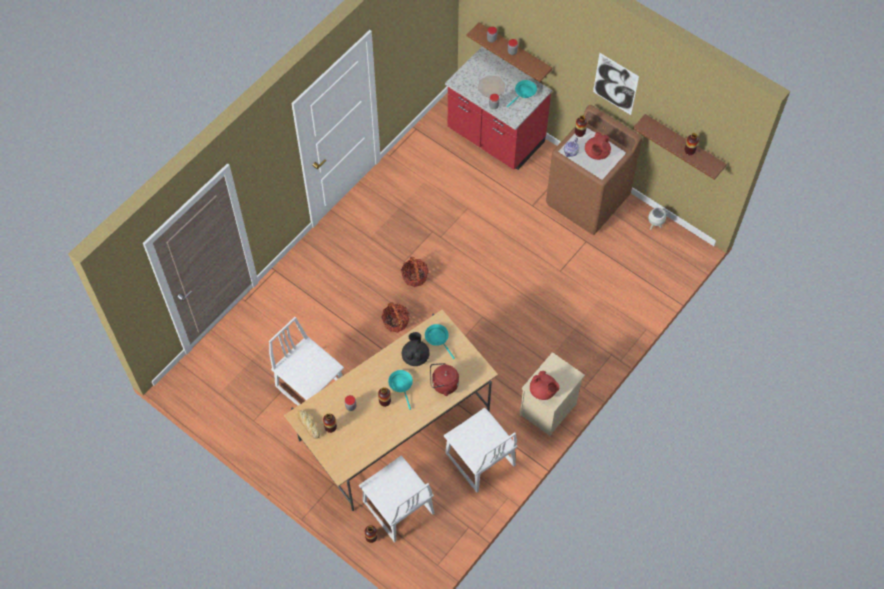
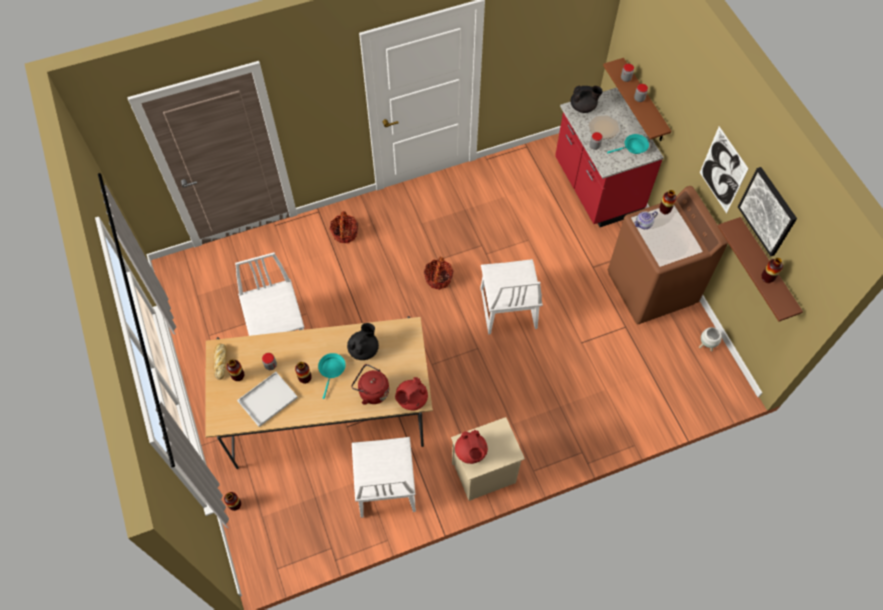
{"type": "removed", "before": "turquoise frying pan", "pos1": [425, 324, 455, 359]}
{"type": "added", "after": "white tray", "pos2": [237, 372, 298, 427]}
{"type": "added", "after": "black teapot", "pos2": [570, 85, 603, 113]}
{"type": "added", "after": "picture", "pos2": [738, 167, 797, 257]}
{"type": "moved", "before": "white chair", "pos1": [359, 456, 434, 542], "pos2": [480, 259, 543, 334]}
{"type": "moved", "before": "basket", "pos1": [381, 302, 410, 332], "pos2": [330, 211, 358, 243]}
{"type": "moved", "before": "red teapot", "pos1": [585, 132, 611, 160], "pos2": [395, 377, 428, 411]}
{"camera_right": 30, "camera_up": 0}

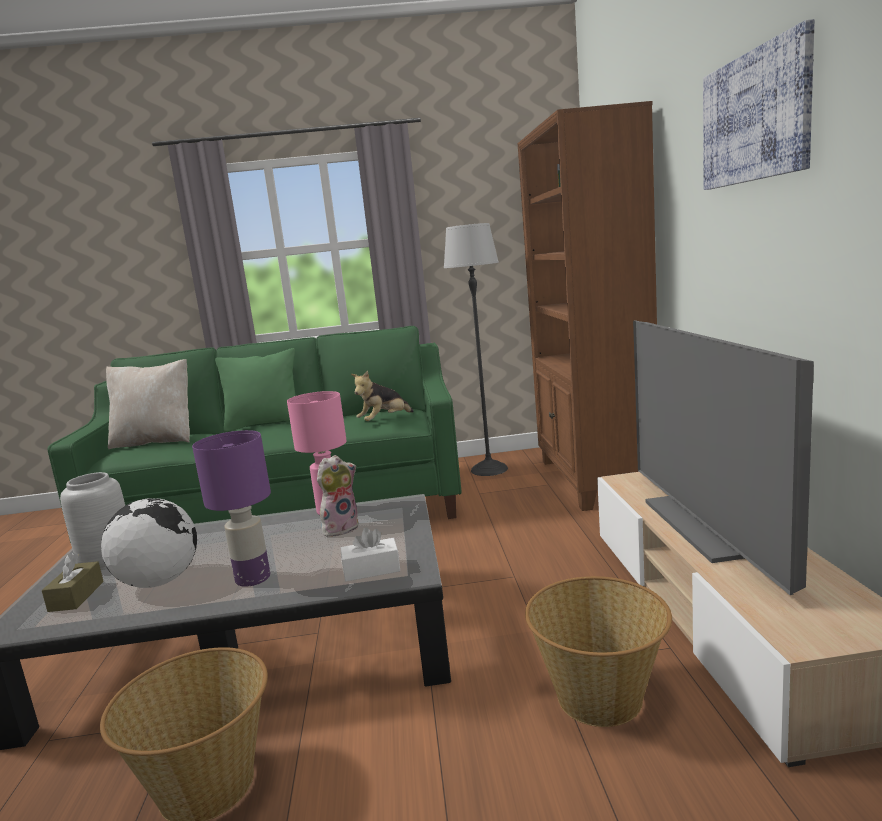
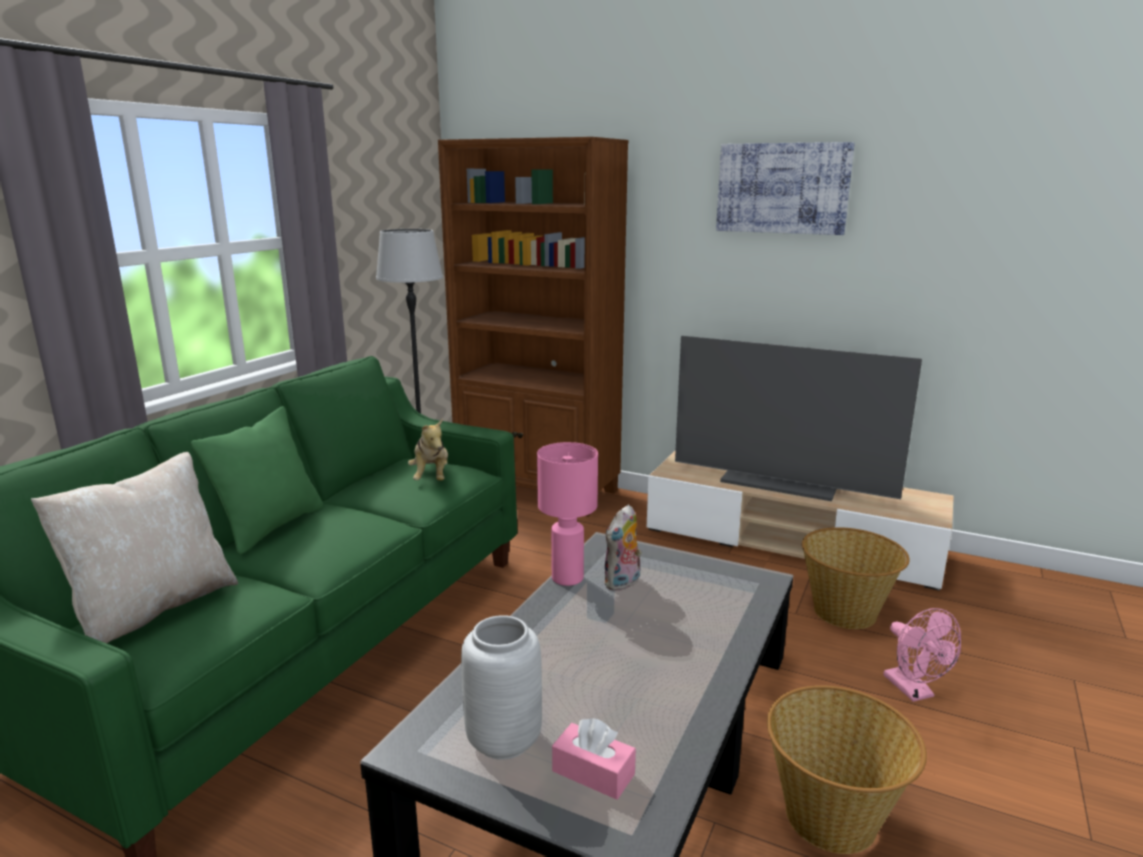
{"type": "removed", "before": "globe", "pos1": [101, 498, 197, 588]}
{"type": "removed", "before": "purple table lamp", "pos1": [192, 430, 271, 587]}
{"type": "removed", "before": "white tissue box", "pos1": [341, 527, 400, 582]}
{"type": "added", "after": "pink fan", "pos2": [884, 608, 961, 702]}
{"type": "recoloured", "before": "brown tissue box", "after": "pink tissue box", "pos1": [42, 553, 104, 612], "pos2": [552, 718, 636, 800]}
{"type": "turned", "before": "plush toy", "pos1": [317, 455, 359, 537], "pos2": [604, 505, 642, 591], "turn": -135}
{"camera_right": -60, "camera_up": 5}

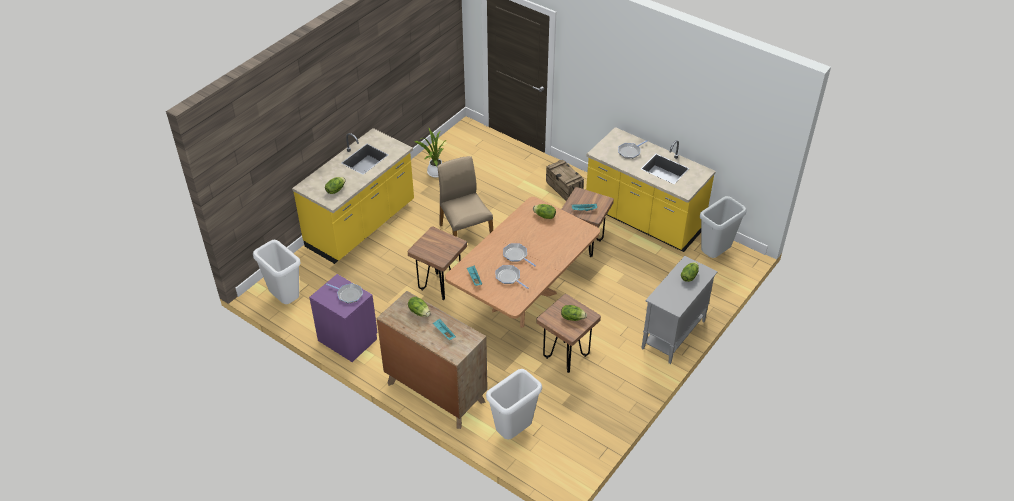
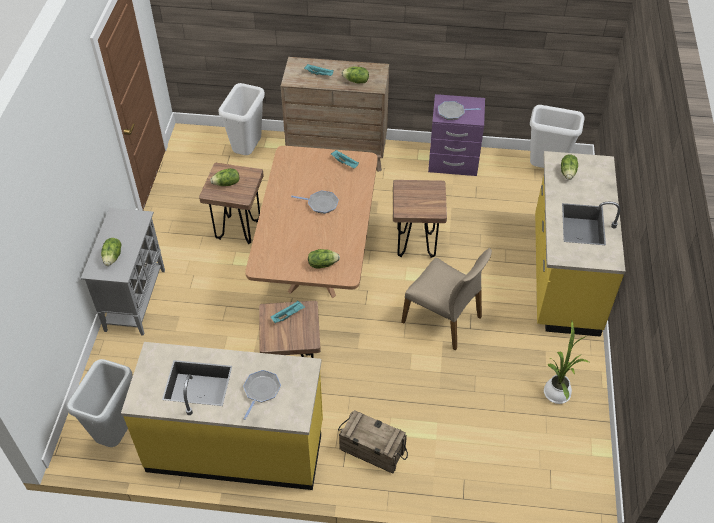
{"type": "removed", "before": "frying pan", "pos1": [496, 265, 529, 289]}
{"camera_right": 150, "camera_up": 5}

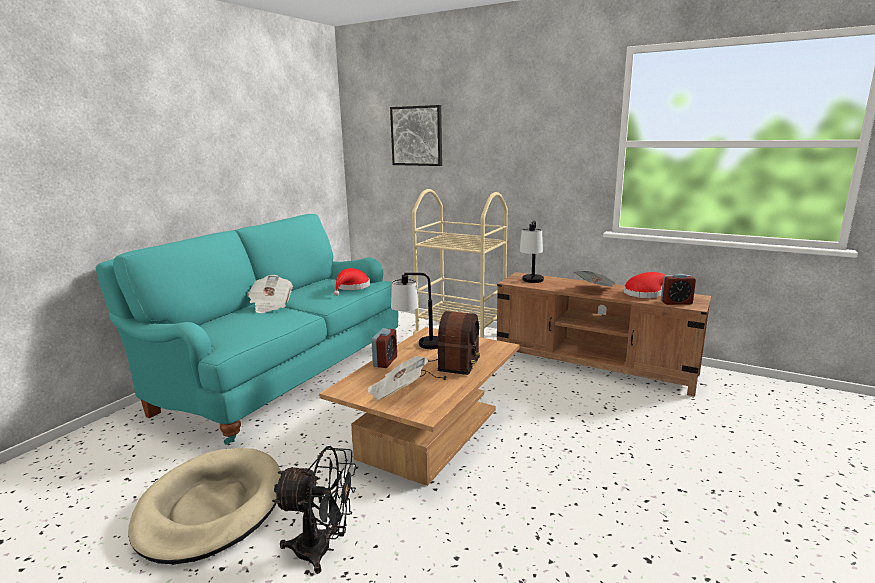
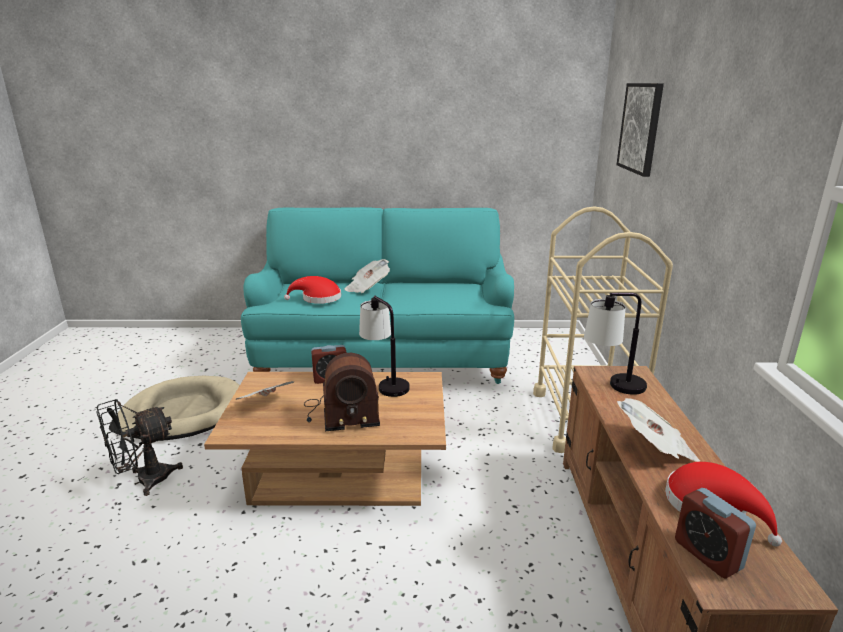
{"type": "moved", "before": "red hat", "pos1": [334, 268, 370, 296], "pos2": [284, 276, 341, 304]}
{"type": "turned", "before": "black fan", "pos1": [272, 446, 356, 574], "pos2": [97, 399, 183, 496], "turn": 75}
{"camera_right": 60, "camera_up": 5}

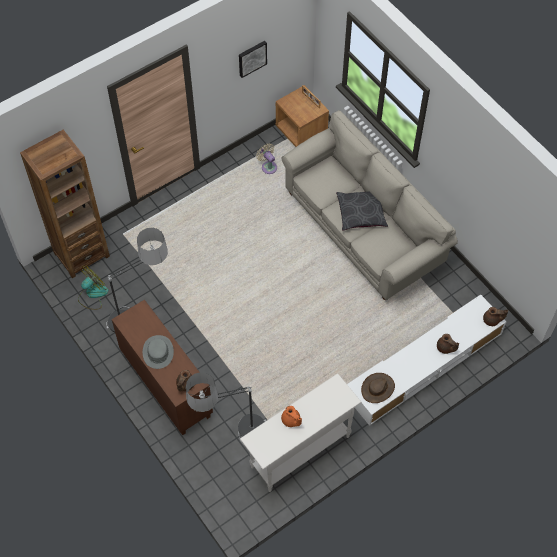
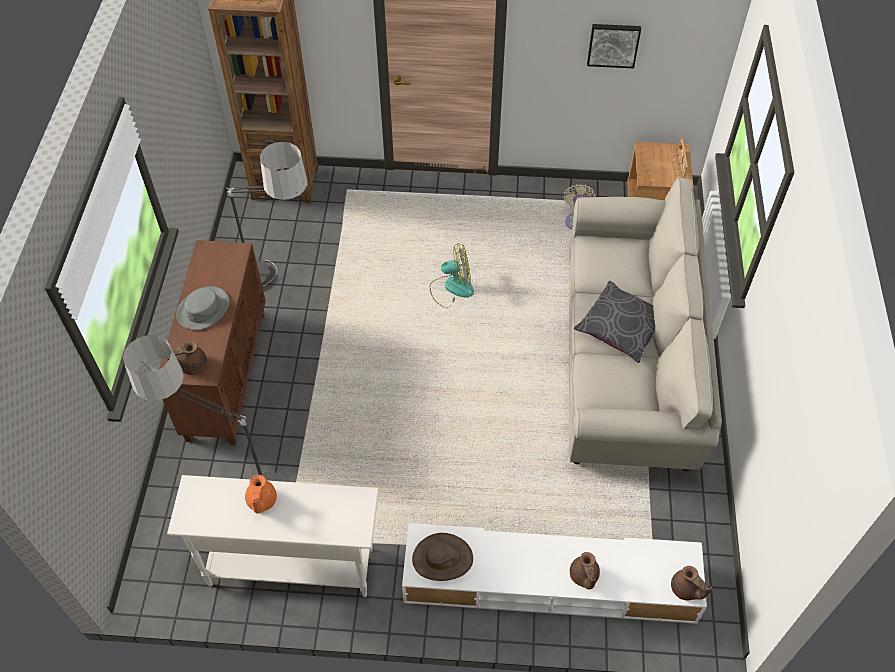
{"type": "moved", "before": "fan", "pos1": [78, 266, 109, 310], "pos2": [430, 243, 474, 308]}
{"camera_right": 40, "camera_up": -5}

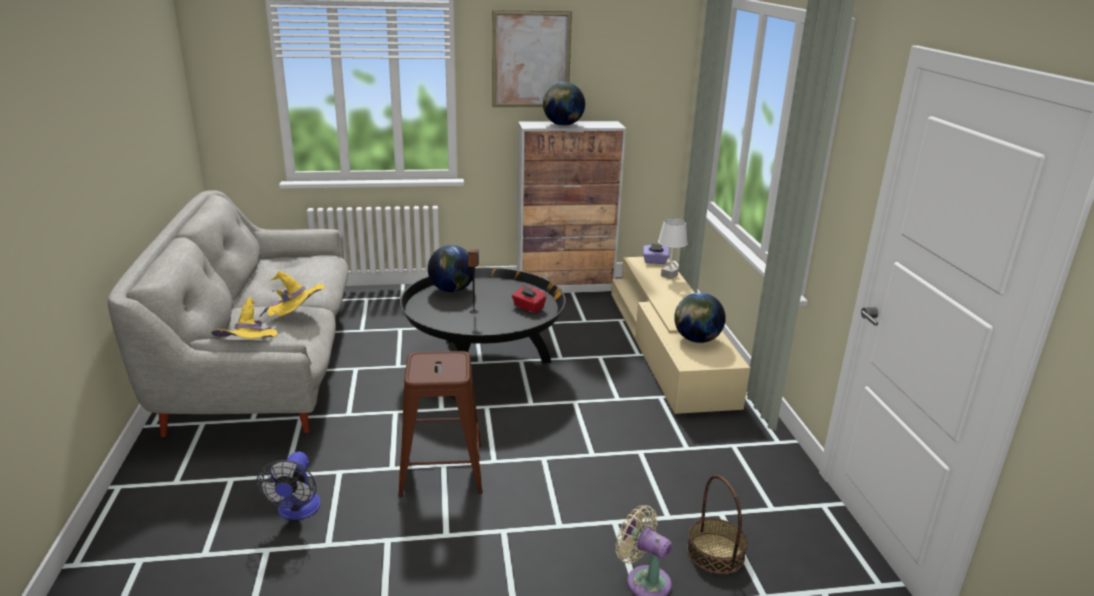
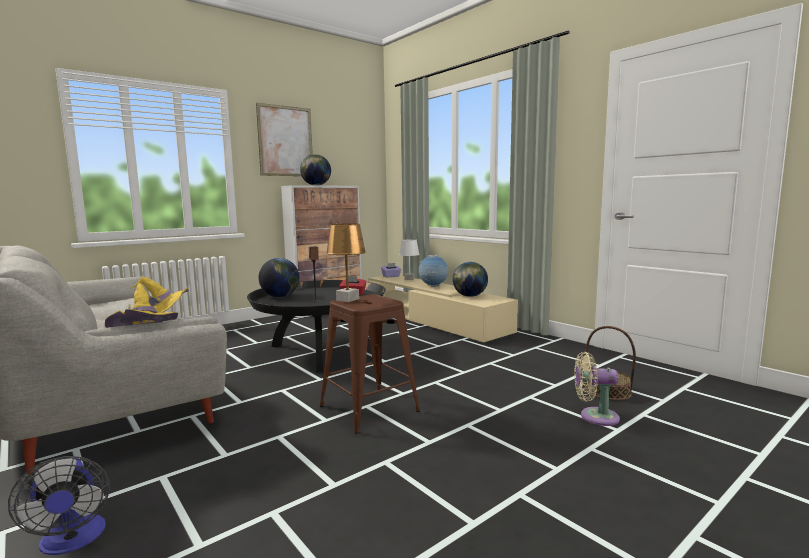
{"type": "added", "after": "brown table lamp", "pos2": [326, 223, 366, 302]}
{"type": "added", "after": "globe", "pos2": [419, 255, 448, 287]}
{"type": "moved", "before": "fan", "pos1": [257, 452, 321, 520], "pos2": [8, 456, 110, 555]}
{"camera_right": -30, "camera_up": -15}

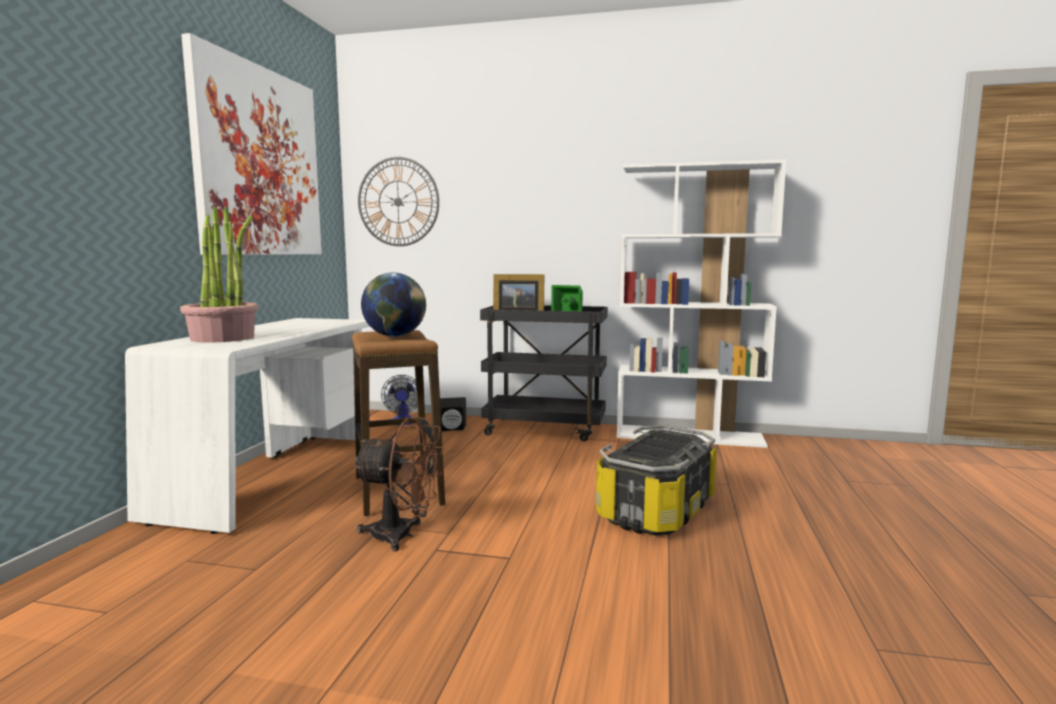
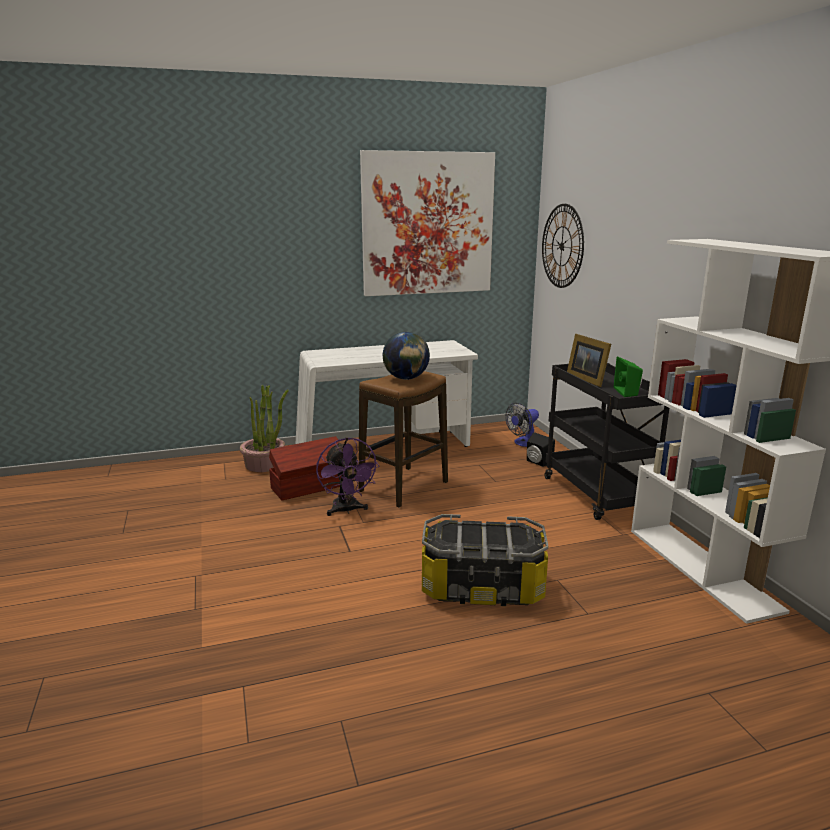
{"type": "added", "after": "brown storage box", "pos2": [269, 436, 342, 501]}
{"type": "moved", "before": "potted plant", "pos1": [180, 206, 258, 343], "pos2": [240, 385, 289, 472]}
{"type": "recoloured", "before": "brown fan", "after": "purple fan", "pos1": [353, 417, 444, 551], "pos2": [316, 437, 379, 516]}
{"camera_right": 60, "camera_up": 10}

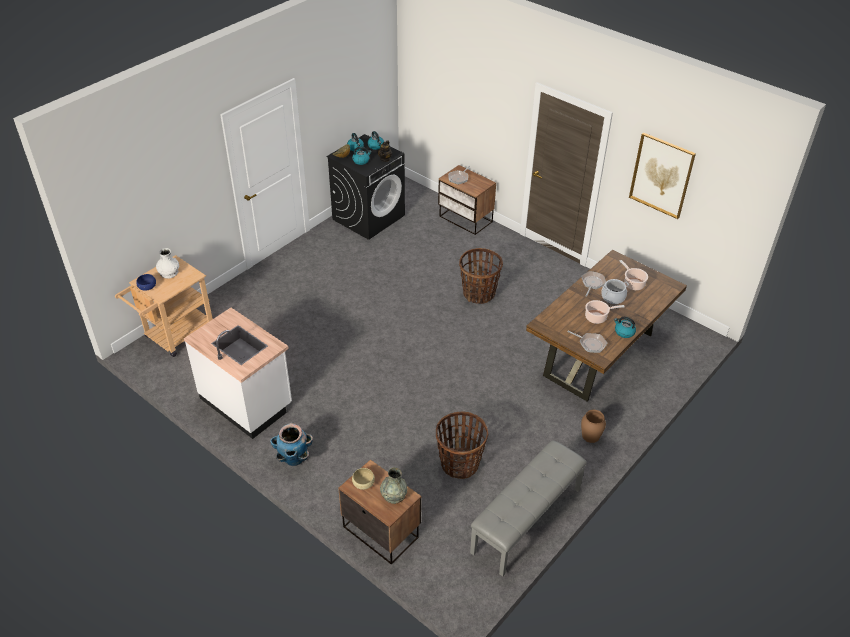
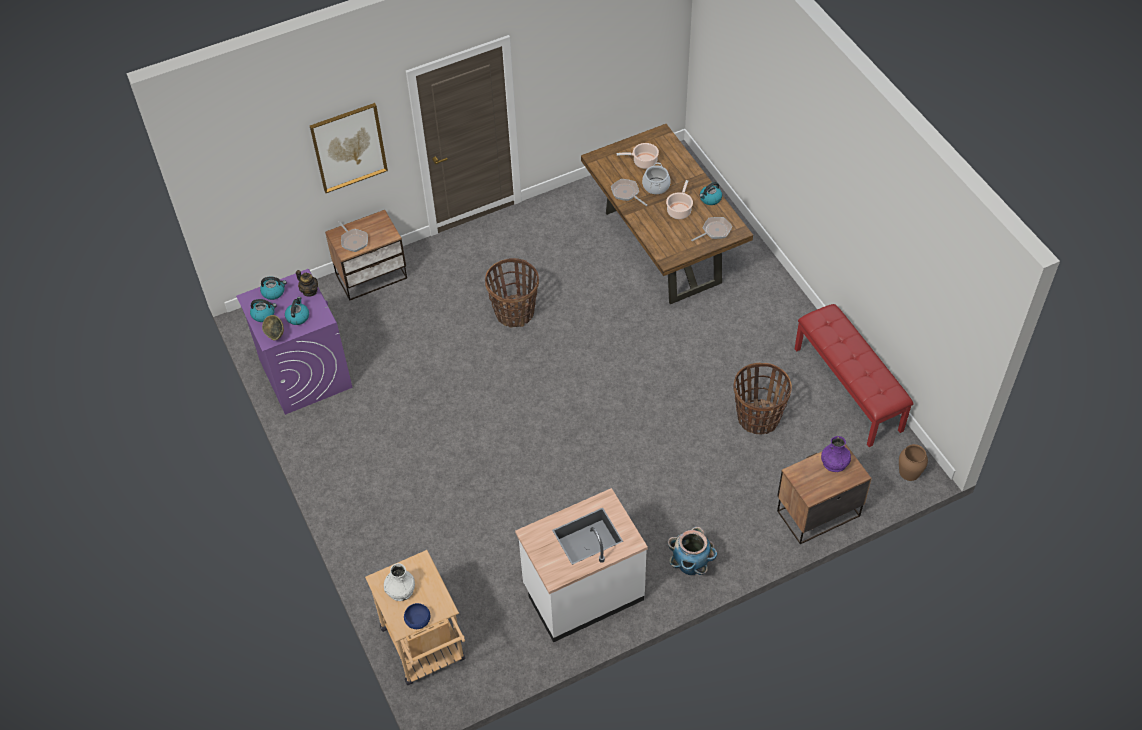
{"type": "removed", "before": "beige bowl", "pos1": [352, 468, 375, 490]}
{"type": "moved", "before": "brown vase", "pos1": [581, 410, 606, 443], "pos2": [899, 444, 928, 481]}
{"type": "moved", "before": "picture", "pos1": [629, 132, 696, 219], "pos2": [310, 103, 388, 193]}
{"type": "recoloured", "before": "black washing machine", "after": "purple washing machine", "pos1": [326, 134, 405, 240], "pos2": [236, 269, 352, 415]}
{"type": "recoloured", "before": "grey vase", "after": "purple vase", "pos1": [380, 467, 407, 504], "pos2": [821, 436, 851, 472]}
{"type": "recoloured", "before": "grey bench", "after": "red bench", "pos1": [470, 440, 587, 577], "pos2": [795, 304, 913, 447]}
{"camera_right": -65, "camera_up": 10}

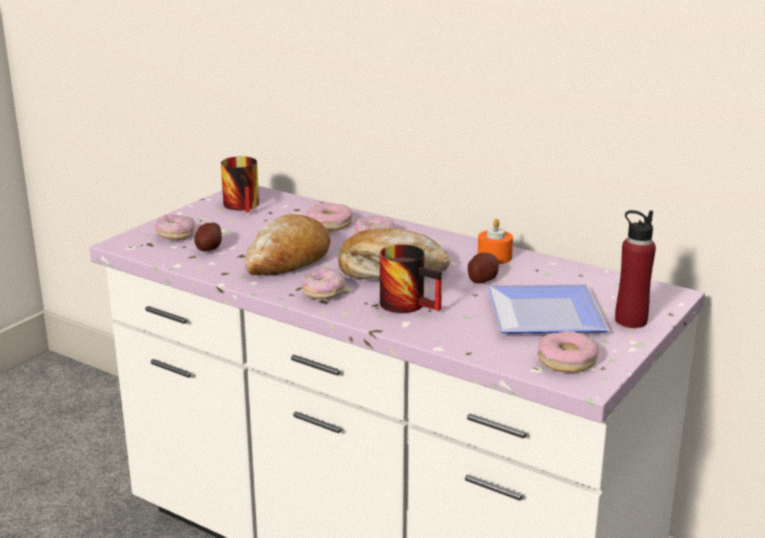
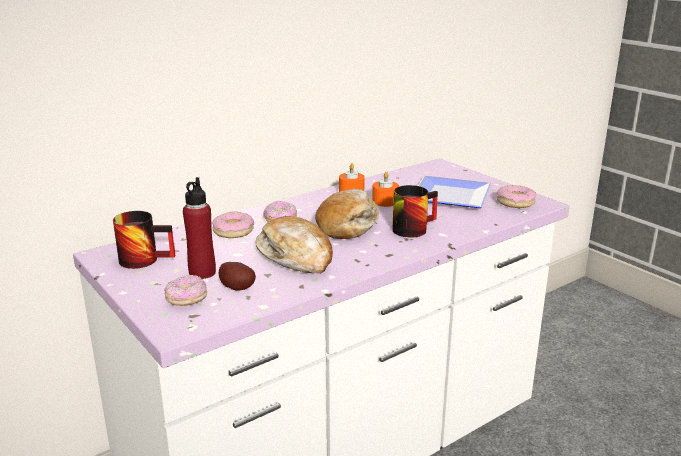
{"type": "removed", "before": "donut", "pos1": [302, 268, 346, 299]}
{"type": "moved", "before": "red bottle", "pos1": [615, 210, 656, 328], "pos2": [183, 177, 216, 279]}
{"type": "replaced", "before": "potato", "after": "orange candle", "pos1": [468, 253, 499, 283], "pos2": [372, 172, 399, 207]}
{"camera_right": -70, "camera_up": 0}

